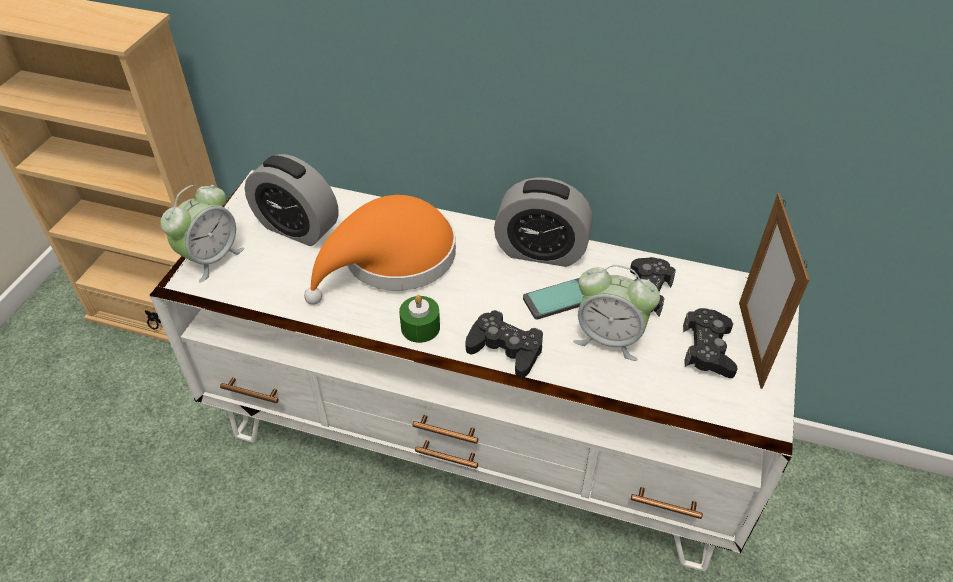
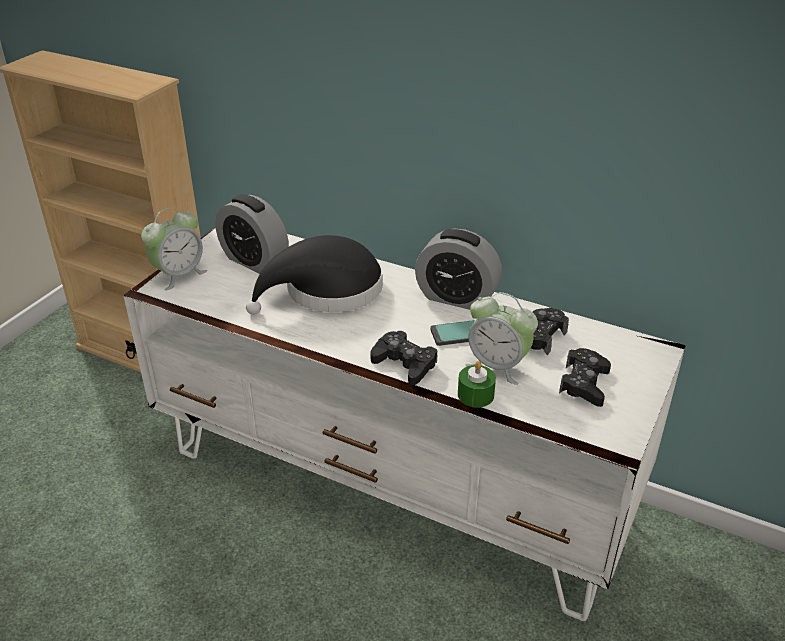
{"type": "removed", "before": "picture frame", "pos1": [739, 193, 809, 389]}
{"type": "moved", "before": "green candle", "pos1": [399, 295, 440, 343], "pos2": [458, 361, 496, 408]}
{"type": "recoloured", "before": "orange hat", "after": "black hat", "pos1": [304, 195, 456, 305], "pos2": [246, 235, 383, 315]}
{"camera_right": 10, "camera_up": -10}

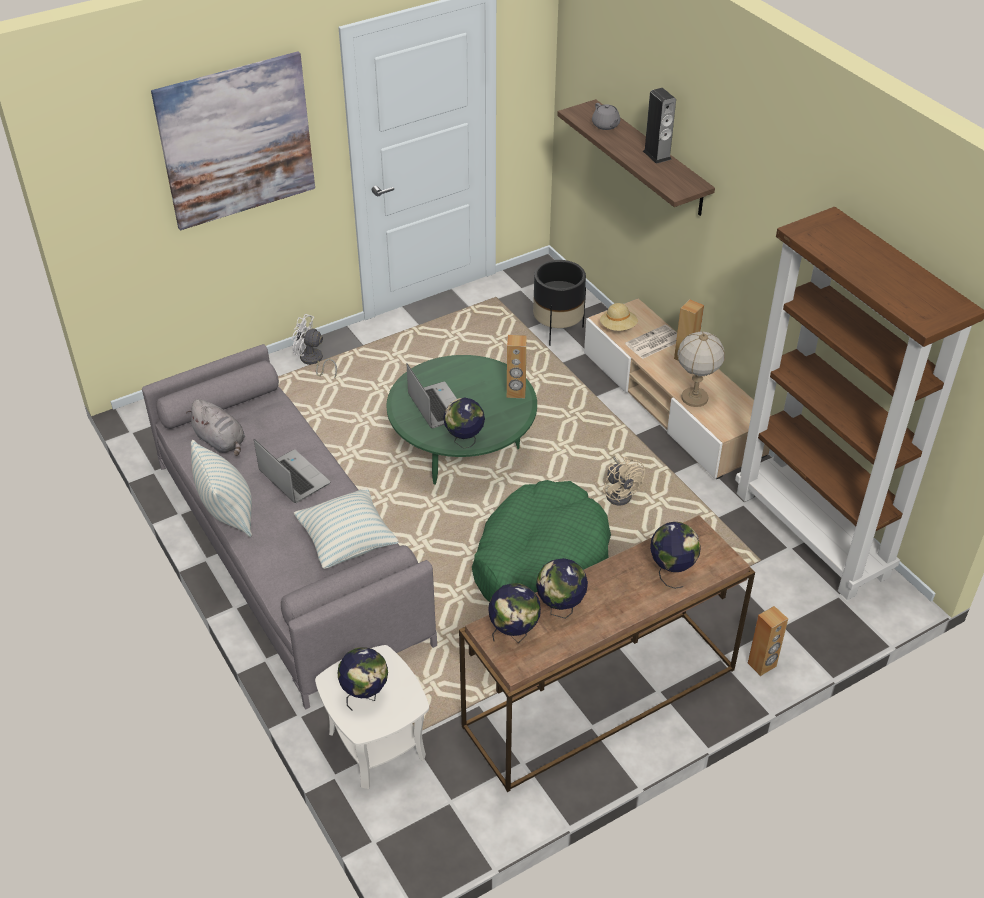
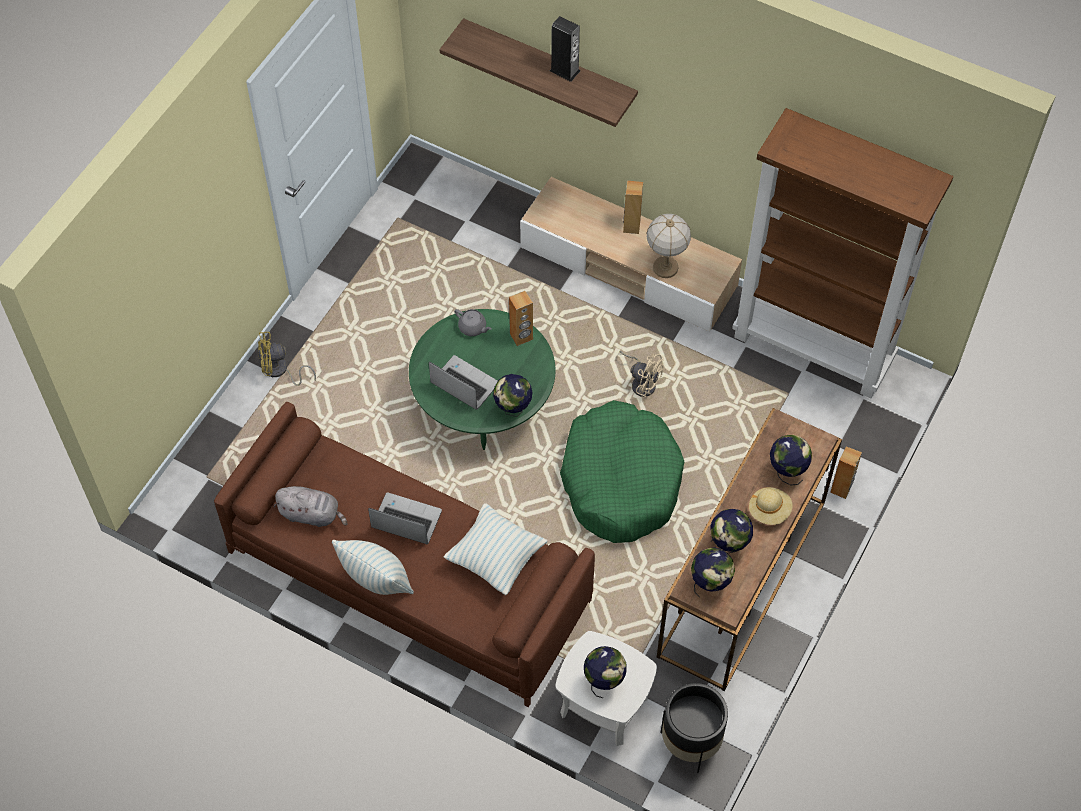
{"type": "removed", "before": "picture", "pos1": [151, 51, 315, 230]}
{"type": "removed", "before": "newspaper", "pos1": [625, 324, 677, 359]}
{"type": "moved", "before": "black planter", "pos1": [533, 260, 586, 346], "pos2": [661, 683, 728, 773]}
{"type": "moved", "before": "grey teapot", "pos1": [592, 103, 620, 130], "pos2": [455, 309, 492, 336]}
{"type": "moved", "before": "beige hat", "pos1": [600, 303, 638, 331], "pos2": [749, 487, 793, 525]}
{"type": "recoloured", "before": "grey sofa", "after": "brown sofa", "pos1": [142, 344, 437, 710], "pos2": [214, 402, 595, 708]}
{"type": "recoloured", "before": "white fan", "after": "yellow fan", "pos1": [292, 314, 337, 378], "pos2": [258, 332, 316, 386]}
{"camera_right": -30, "camera_up": 15}

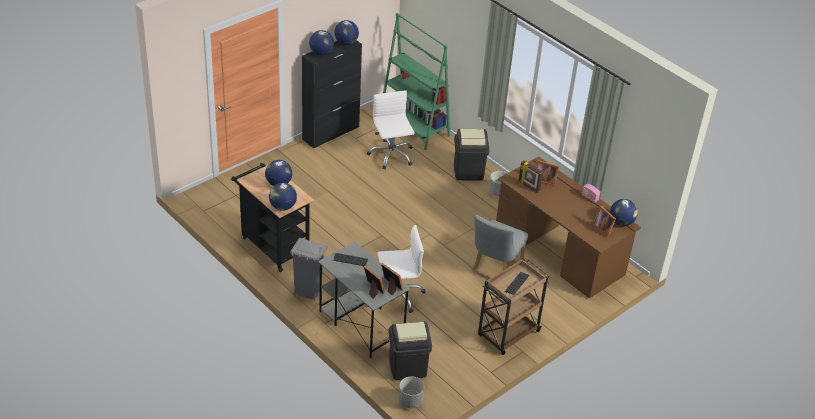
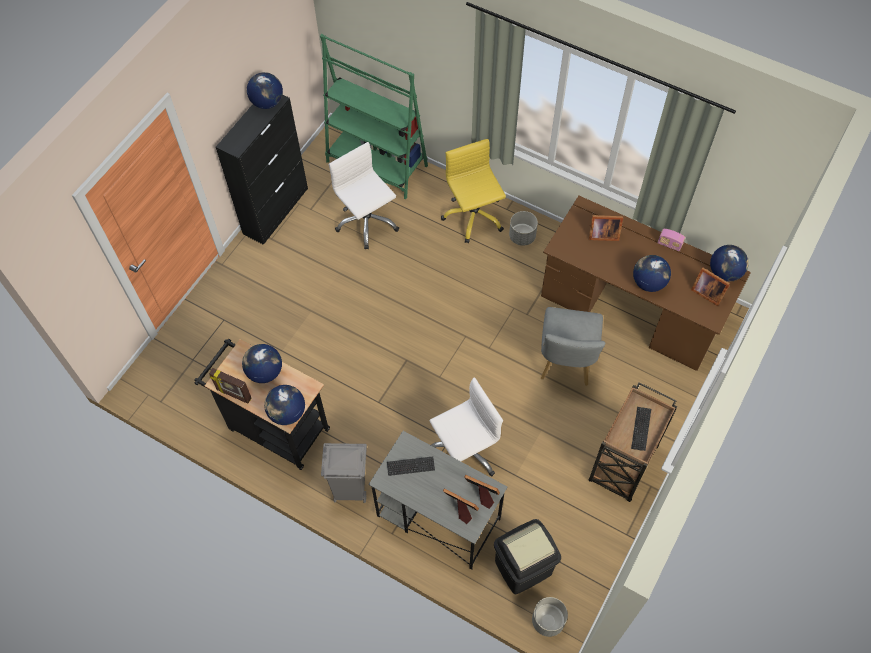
{"type": "moved", "before": "globe", "pos1": [309, 30, 334, 55], "pos2": [633, 255, 671, 292]}
{"type": "moved", "before": "picture frame", "pos1": [518, 161, 543, 193], "pos2": [209, 368, 251, 403]}
{"type": "replaced", "before": "black trash can", "after": "yellow office chair", "pos1": [454, 129, 489, 181], "pos2": [441, 139, 506, 243]}
{"camera_right": -15, "camera_up": 20}

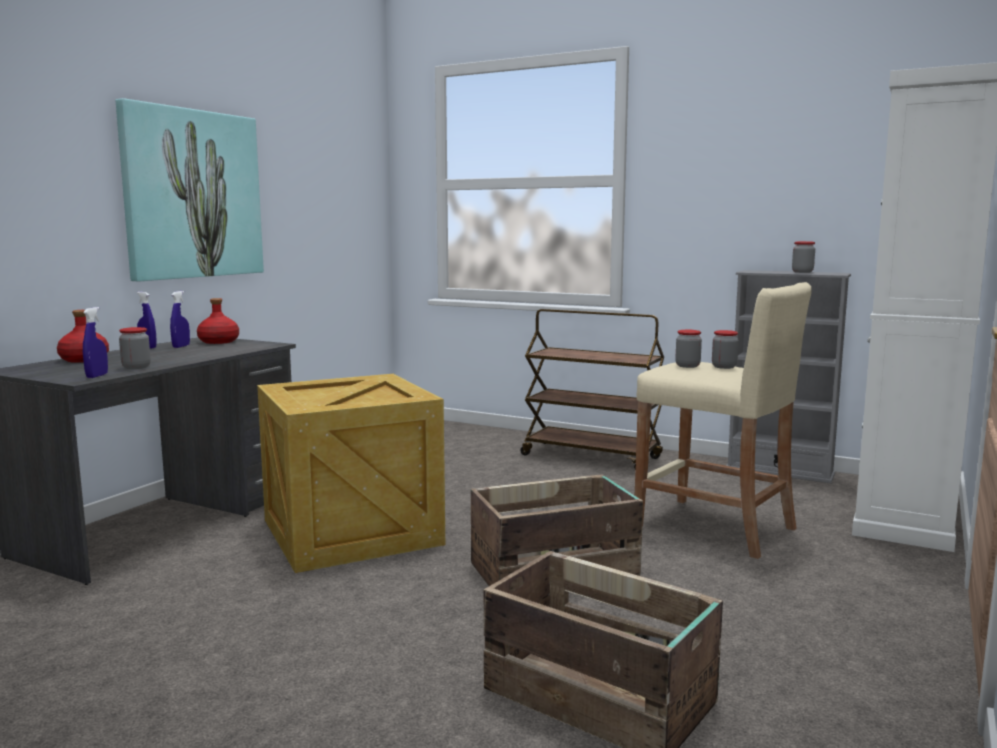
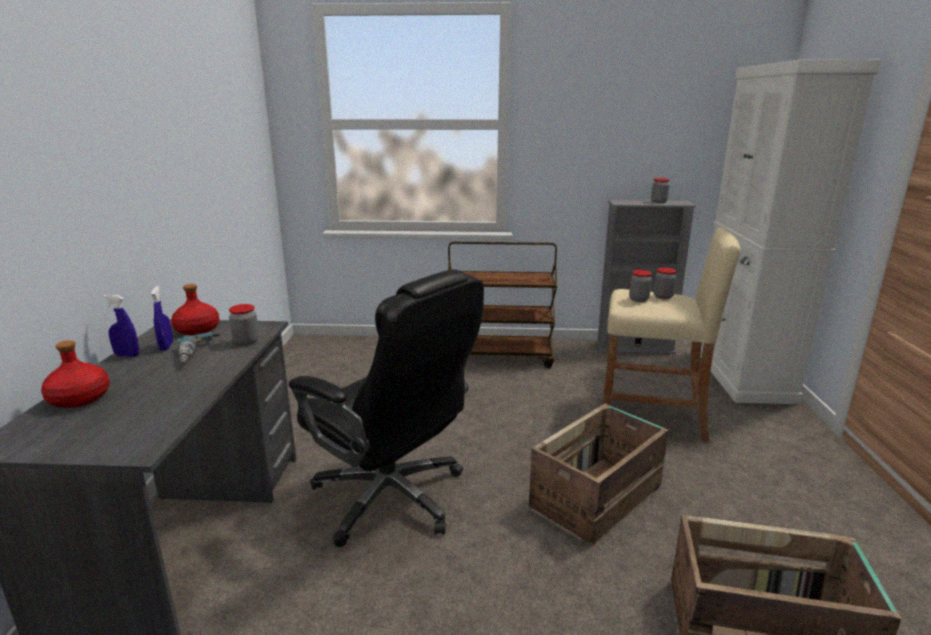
{"type": "removed", "before": "blue spray bottle", "pos1": [83, 307, 108, 378]}
{"type": "removed", "before": "picture", "pos1": [116, 98, 264, 282]}
{"type": "added", "after": "power drill", "pos2": [178, 332, 220, 364]}
{"type": "moved", "before": "jar", "pos1": [119, 327, 151, 369], "pos2": [229, 304, 259, 346]}
{"type": "replaced", "before": "crate", "after": "black office chair", "pos1": [257, 374, 445, 573], "pos2": [289, 269, 484, 547]}
{"camera_right": -25, "camera_up": 10}

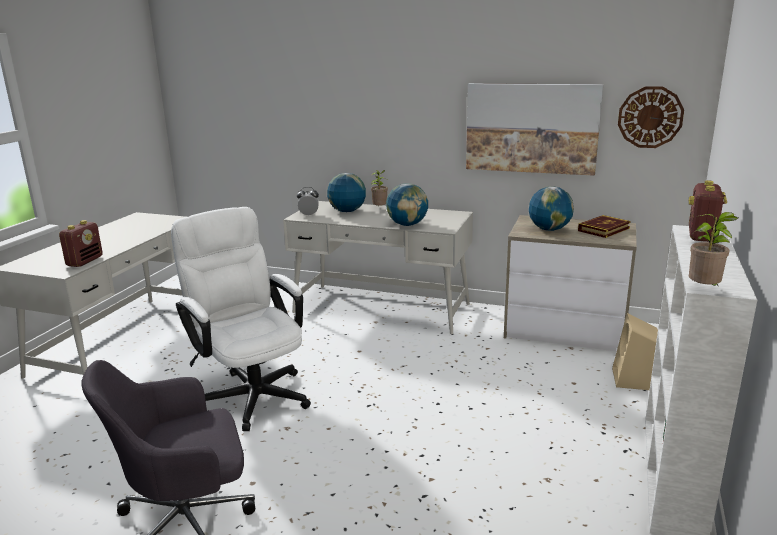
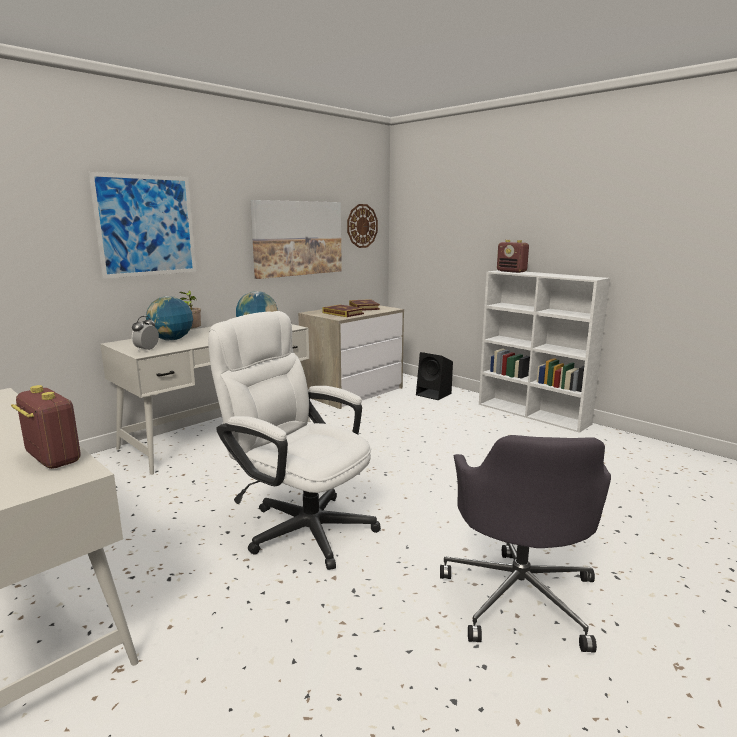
{"type": "removed", "before": "potted plant", "pos1": [689, 212, 738, 286]}
{"type": "added", "after": "picture", "pos2": [89, 172, 196, 279]}
{"type": "replaced", "before": "globe", "after": "book", "pos1": [529, 186, 574, 231], "pos2": [322, 305, 364, 317]}
{"type": "recoloured", "before": "beige speaker", "after": "black speaker", "pos1": [612, 313, 658, 390], "pos2": [416, 352, 453, 400]}
{"type": "turned", "before": "white office chair", "pos1": [171, 207, 311, 431], "pos2": [208, 311, 381, 570], "turn": 45}
{"camera_right": -65, "camera_up": -5}

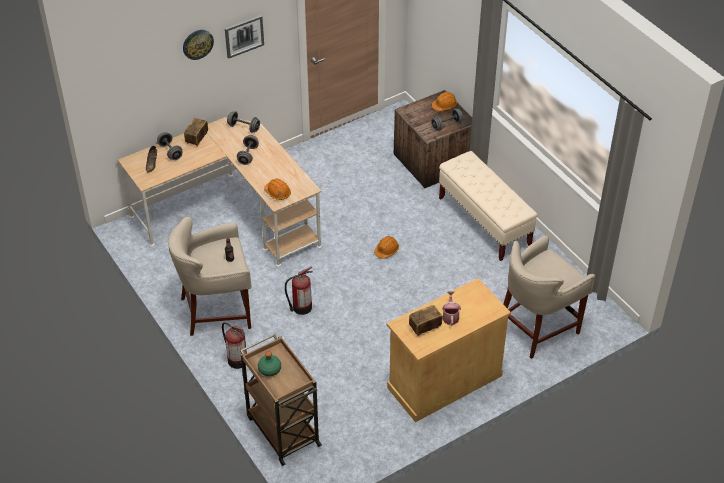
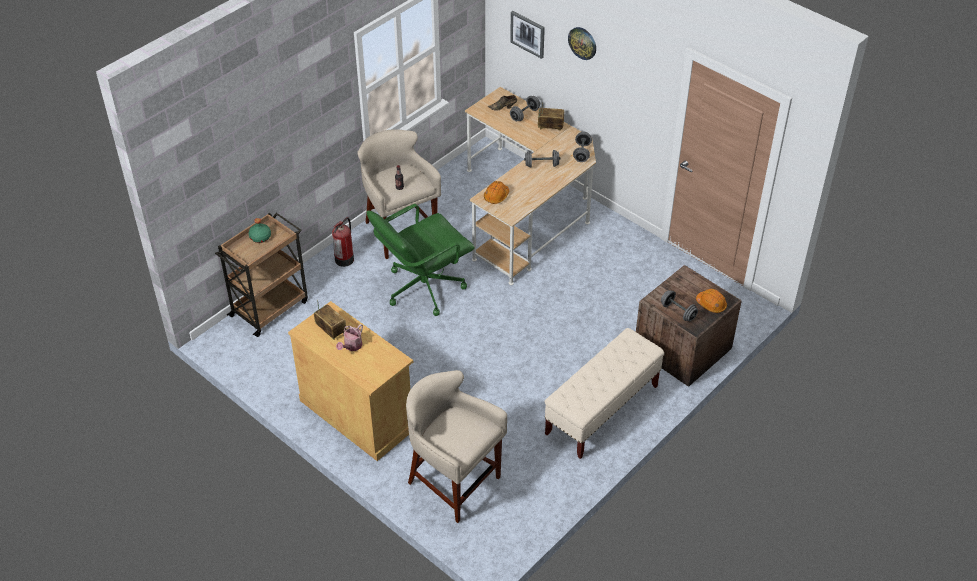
{"type": "removed", "before": "orange hard hat", "pos1": [374, 236, 399, 259]}
{"type": "moved", "before": "picture", "pos1": [225, 15, 264, 58], "pos2": [510, 11, 545, 59]}
{"type": "replaced", "before": "fire extinguisher", "after": "green office chair", "pos1": [285, 267, 313, 315], "pos2": [367, 204, 475, 316]}
{"type": "turned", "before": "watering can", "pos1": [442, 291, 461, 326], "pos2": [336, 324, 363, 351], "turn": 135}
{"camera_right": 75, "camera_up": 0}

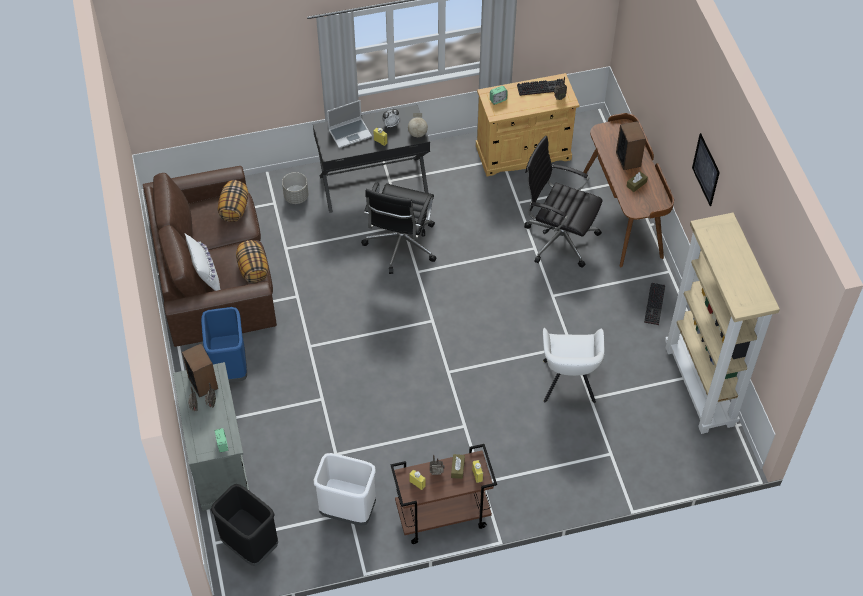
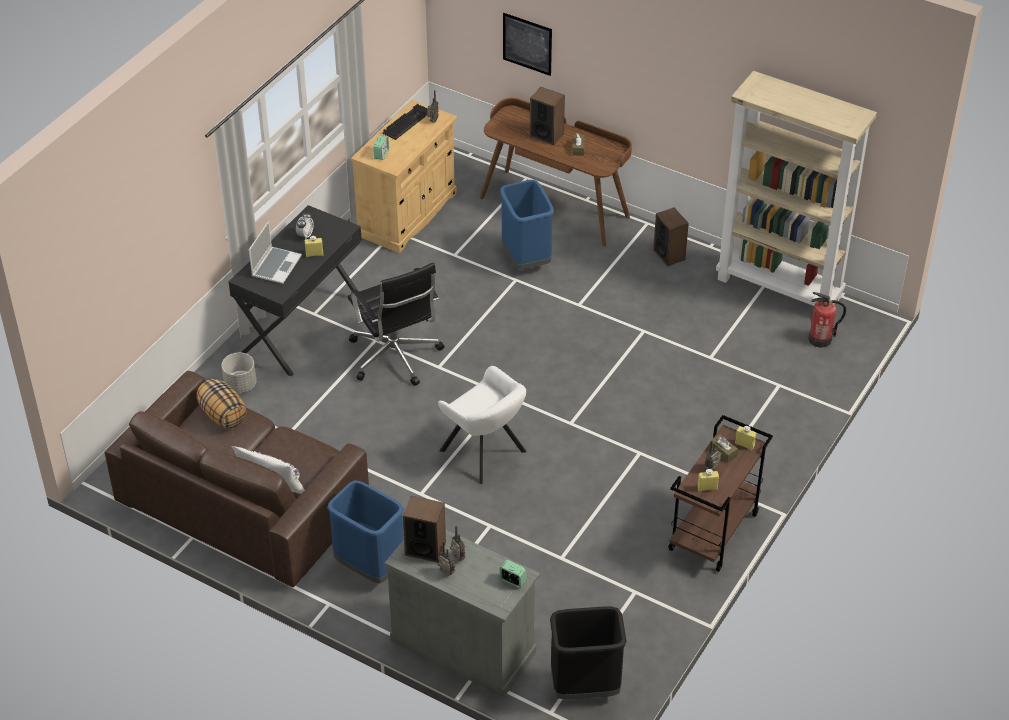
{"type": "removed", "before": "pillow", "pos1": [236, 240, 268, 283]}
{"type": "removed", "before": "white trash can", "pos1": [314, 453, 376, 525]}
{"type": "removed", "before": "globe", "pos1": [408, 113, 428, 137]}
{"type": "added", "after": "fire extinguisher", "pos2": [808, 292, 846, 348]}
{"type": "moved", "before": "white armchair", "pos1": [543, 328, 604, 403], "pos2": [438, 366, 527, 484]}
{"type": "moved", "before": "picture", "pos1": [692, 133, 720, 206], "pos2": [503, 13, 552, 76]}
{"type": "replaced", "before": "black office chair", "after": "blue trash can", "pos1": [524, 136, 603, 268], "pos2": [500, 180, 554, 269]}
{"type": "replaced", "before": "keyboard", "after": "speaker", "pos1": [644, 283, 665, 325], "pos2": [653, 208, 689, 266]}
{"camera_right": -45, "camera_up": -10}

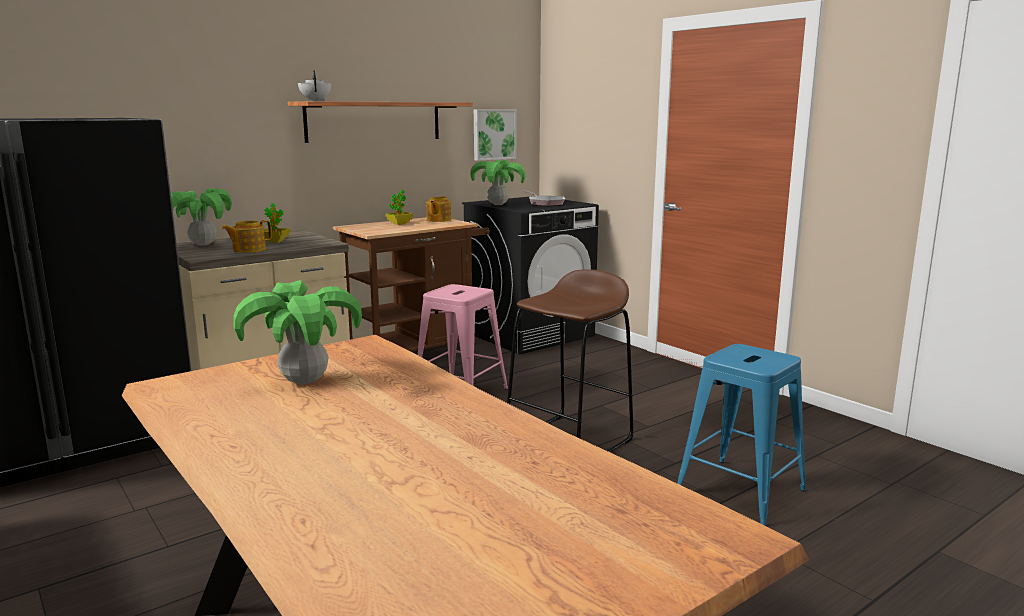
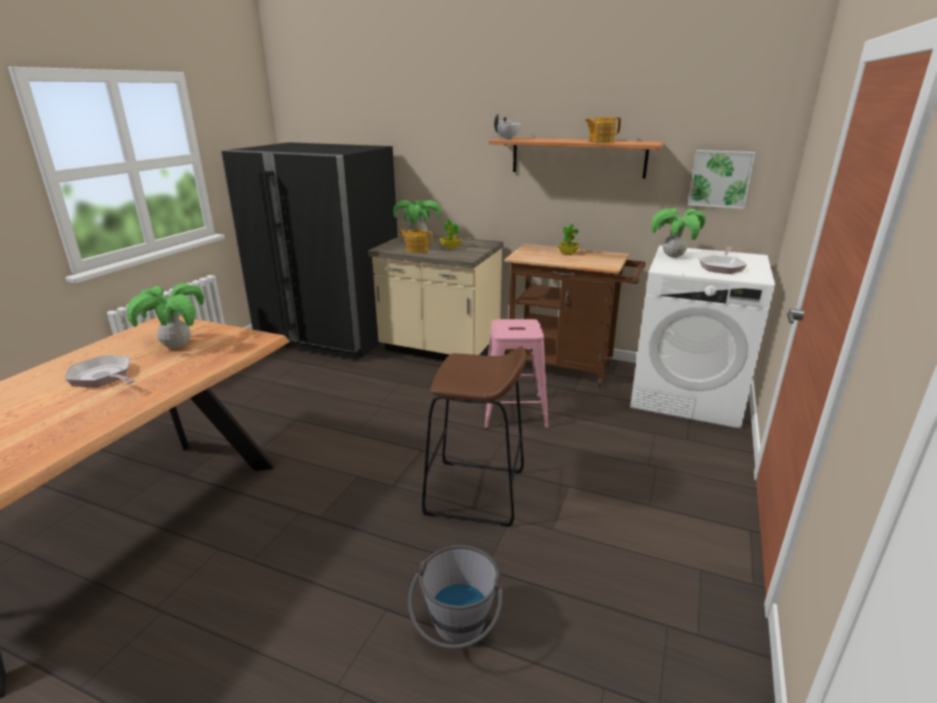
{"type": "added", "after": "frying pan", "pos2": [65, 356, 135, 387]}
{"type": "moved", "before": "teapot", "pos1": [426, 196, 451, 222], "pos2": [585, 117, 621, 143]}
{"type": "replaced", "before": "blue stool", "after": "grey bucket", "pos1": [677, 344, 806, 526], "pos2": [408, 545, 503, 649]}
{"type": "recoloured", "before": "black washing machine", "after": "white washing machine", "pos1": [462, 196, 599, 355], "pos2": [630, 245, 775, 428]}
{"camera_right": 60, "camera_up": 10}

